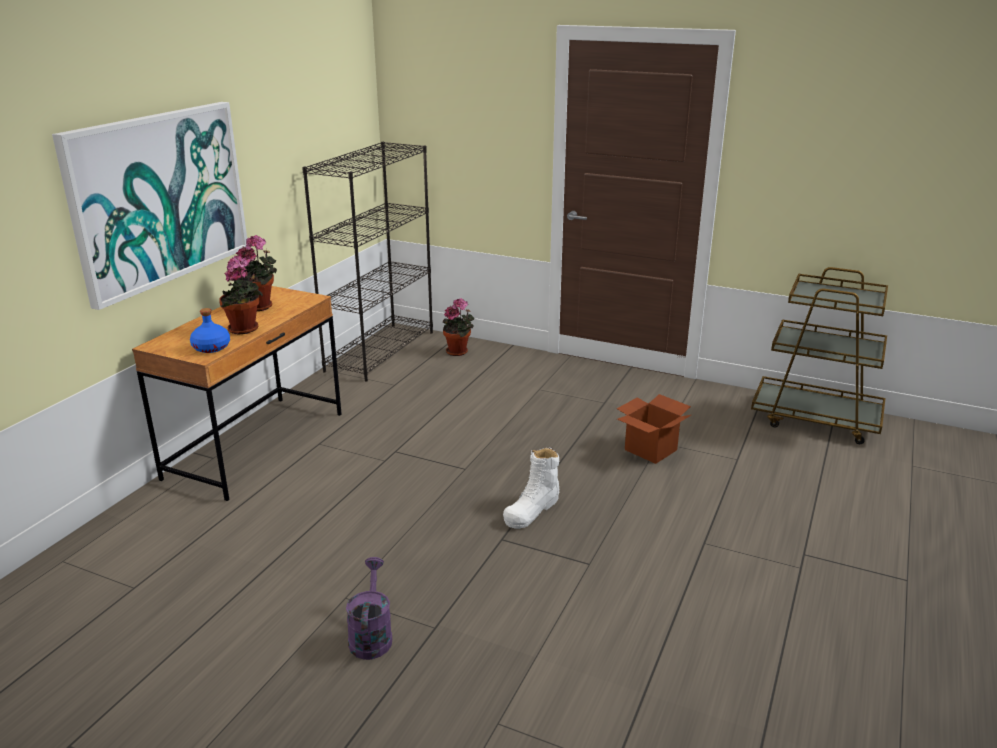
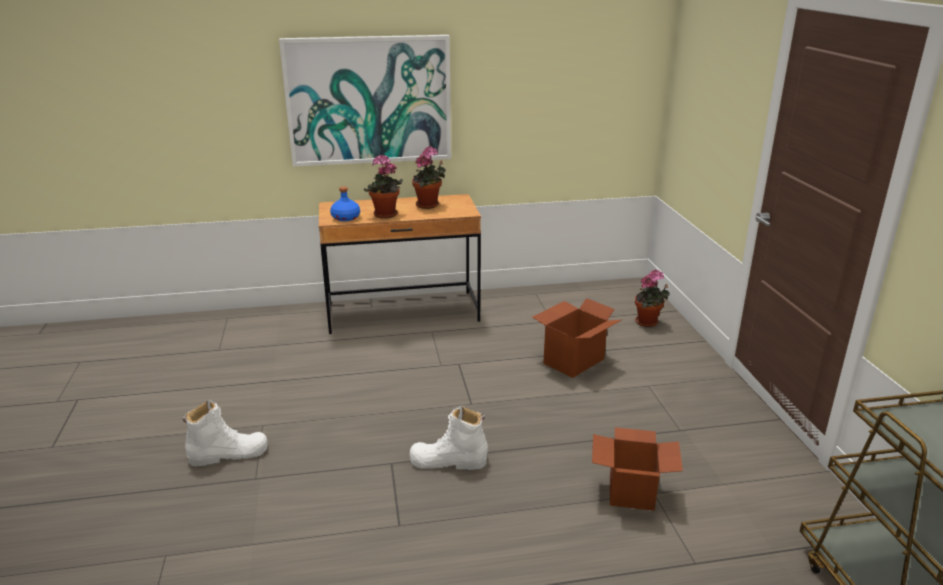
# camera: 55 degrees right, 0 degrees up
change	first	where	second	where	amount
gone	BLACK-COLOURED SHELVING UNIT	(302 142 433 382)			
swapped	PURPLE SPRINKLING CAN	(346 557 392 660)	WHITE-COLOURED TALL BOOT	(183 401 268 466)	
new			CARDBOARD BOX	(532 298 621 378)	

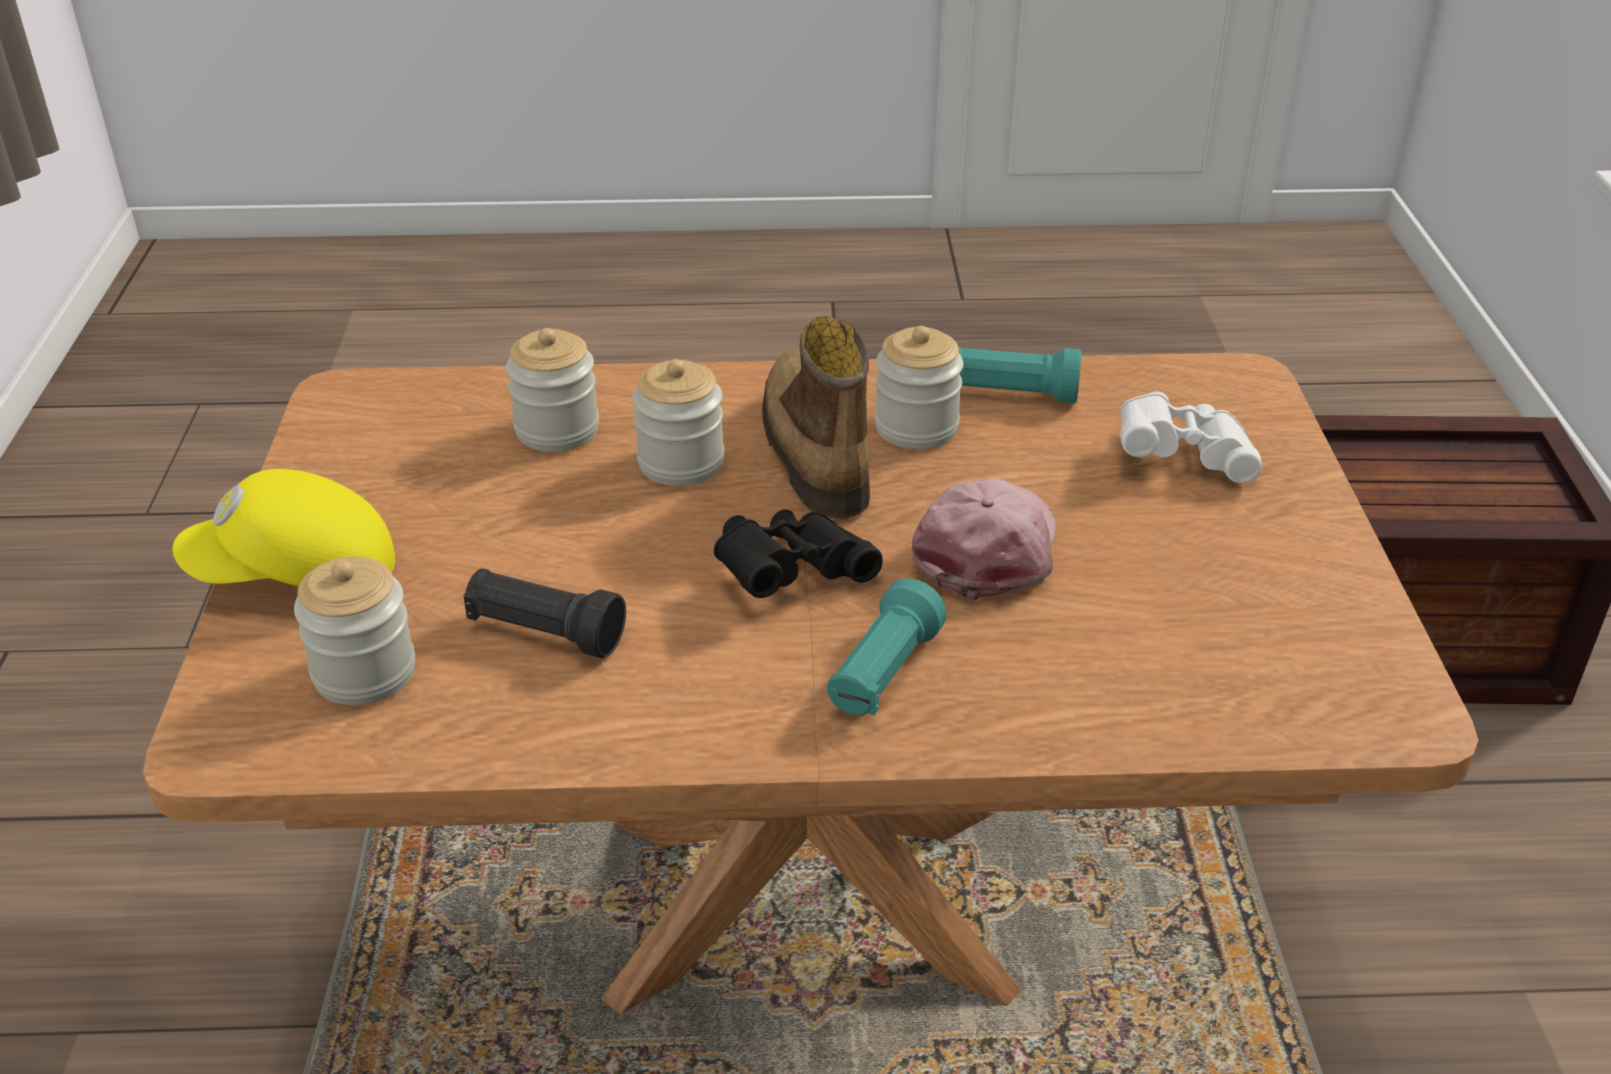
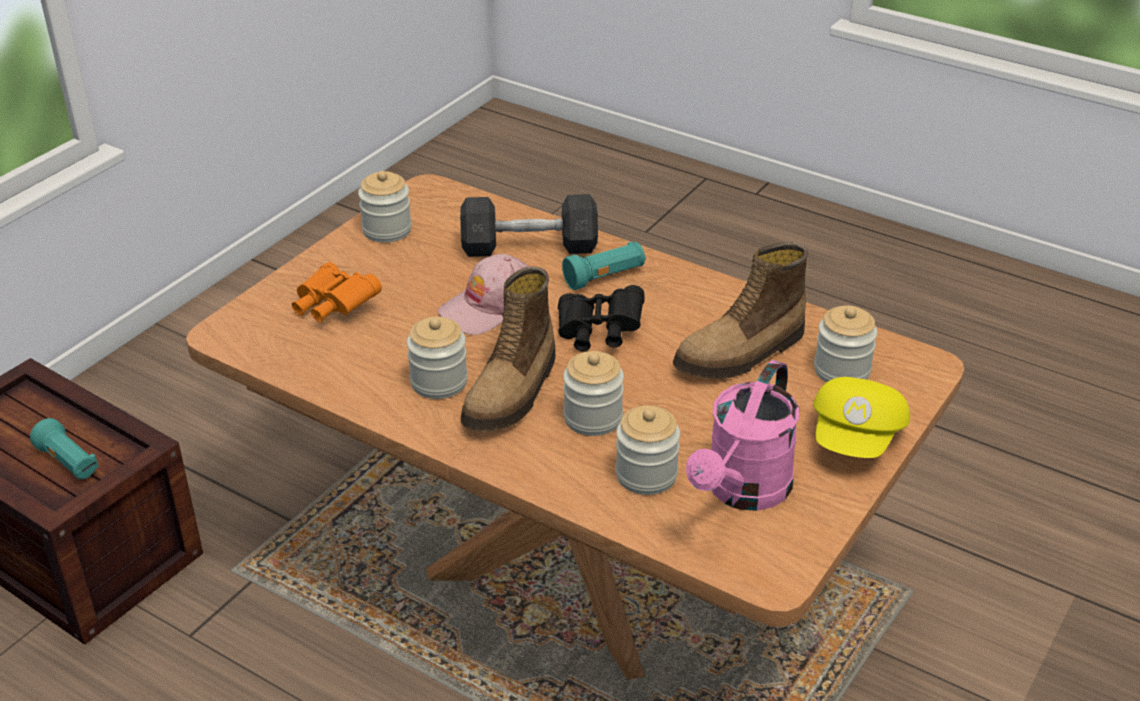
# camera: 145 degrees left, 0 degrees up
change	first	where	second	where	amount
shifted	TURQUOISE-COLOURED FLASHLIGHT	(958 347 1082 403)		(30 418 98 479)	
repainted	WHITE-COLOURED FIELD GLASSES	(1120 391 1262 483)	ORANGE-COLOURED FIELD GLASSES	(292 262 382 322)	
rotated	YELLOWISH PEAKED CAP	(172 469 395 586)		(813 377 910 458)	90 degrees clockwise
swapped	BLACK-COLOURED FLASHLIGHT	(463 568 626 658)	TALL BOOT	(673 242 808 379)	
new			PRESERVE JAR	(358 171 412 243)	
new			GRAY DUMBBELL	(460 194 598 257)	
new			PINK-COLOURED SPRINKLING CAN	(686 360 799 511)	

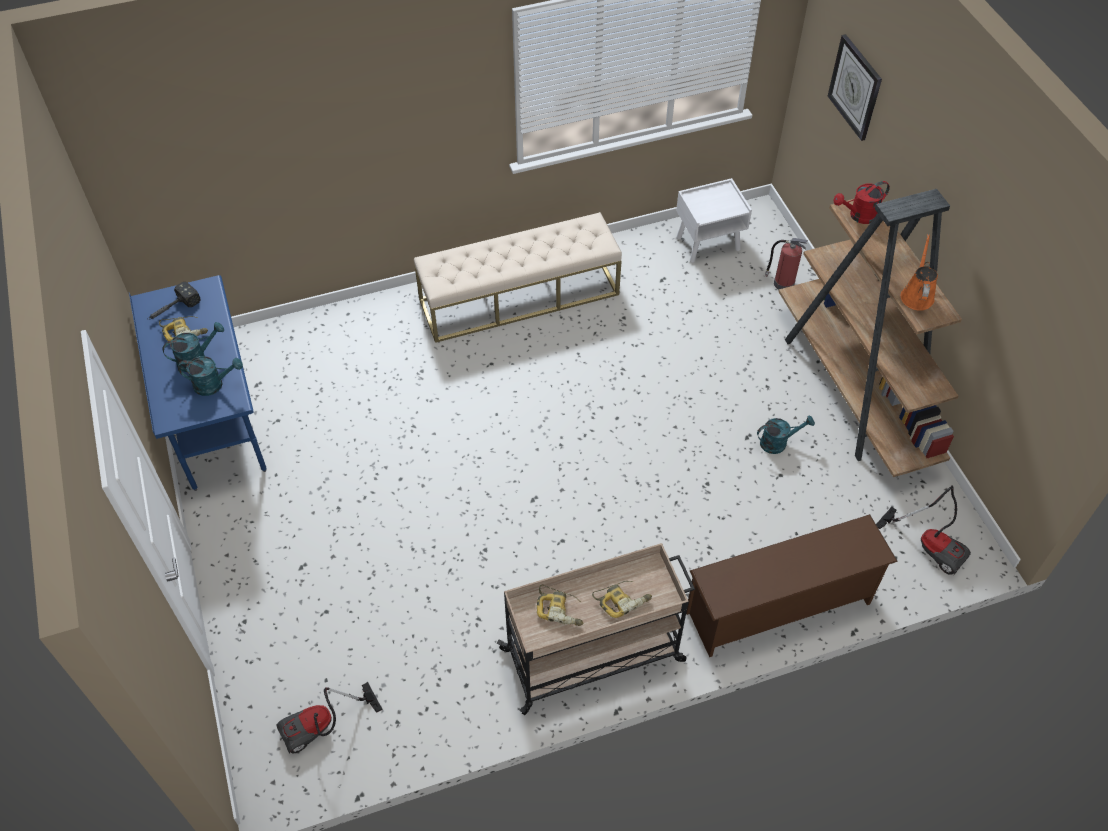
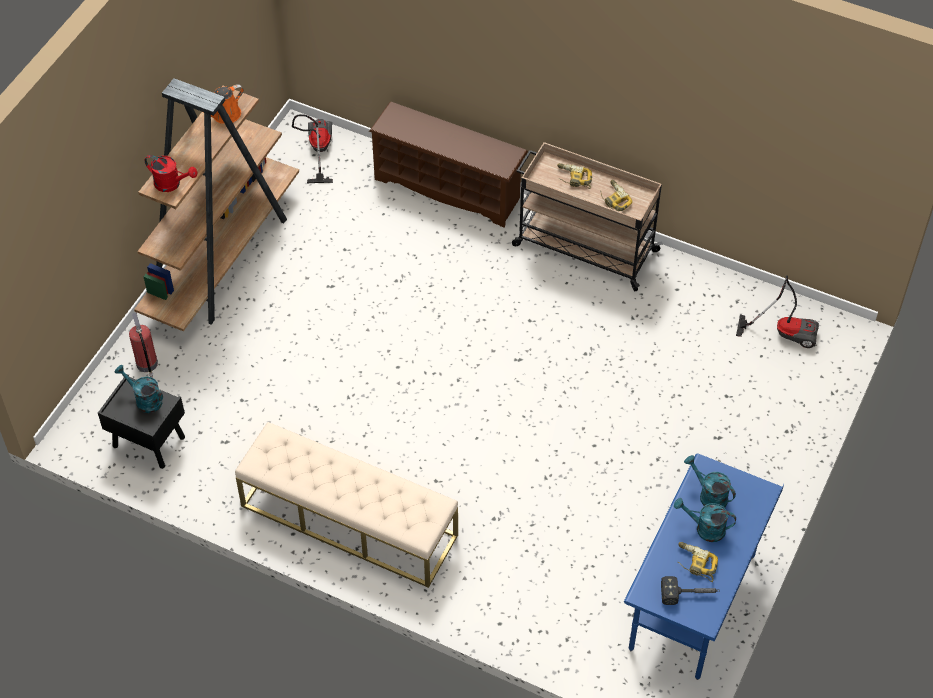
# camera: 135 degrees left, 0 degrees up
change	first	where	second	where	amount
gone	HANGING CLOCK	(828 34 882 141)			
repainted	WHITE-COLOURED NIGHT TABLE	(676 178 752 263)	BLACK-COLOURED NIGHT TABLE	(98 374 185 469)	
shifted	TURQUOISE-COLOURED SPRINKLING CAN	(757 416 815 454)		(115 365 163 413)	

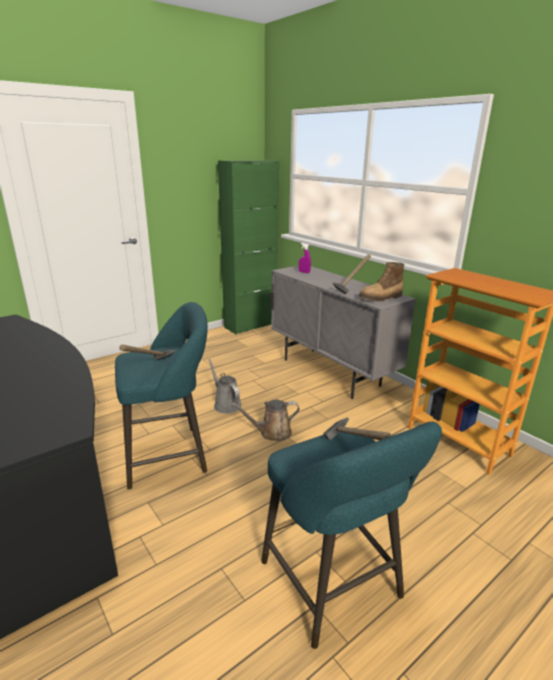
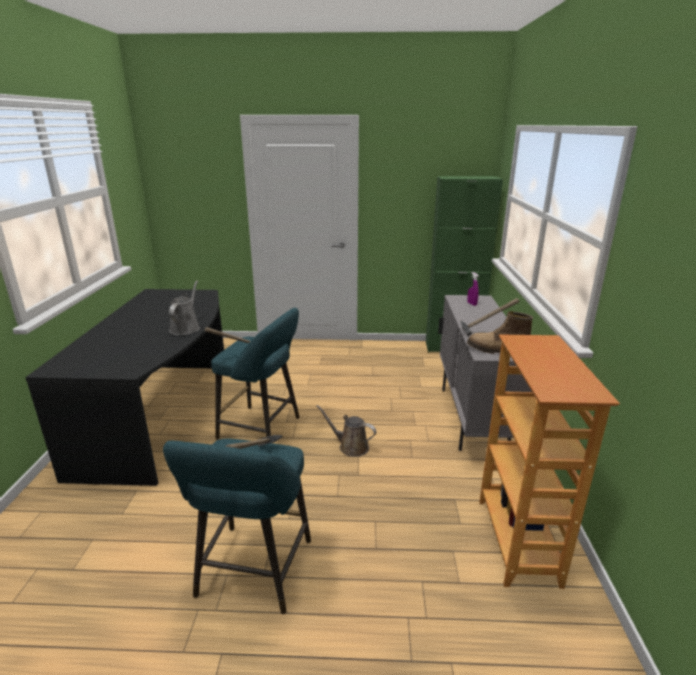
# camera: 40 degrees right, 0 degrees up
change	first	where	second	where	amount
shifted	GRAY SPRINKLING CAN	(208 359 242 414)		(169 281 200 335)	

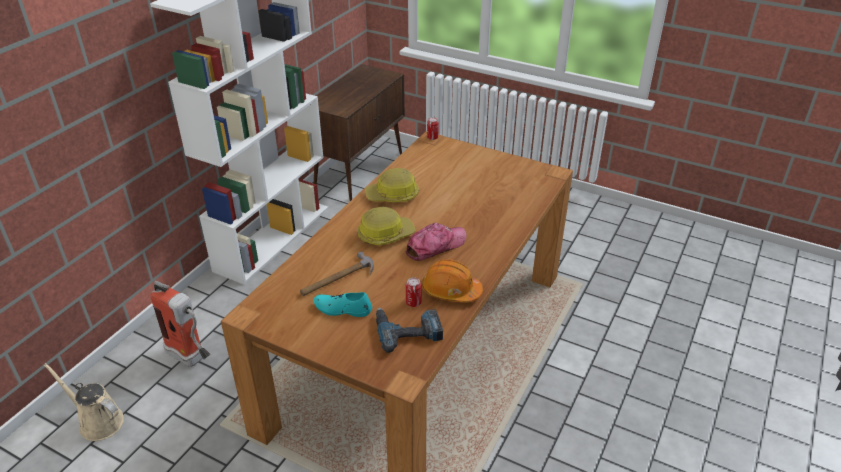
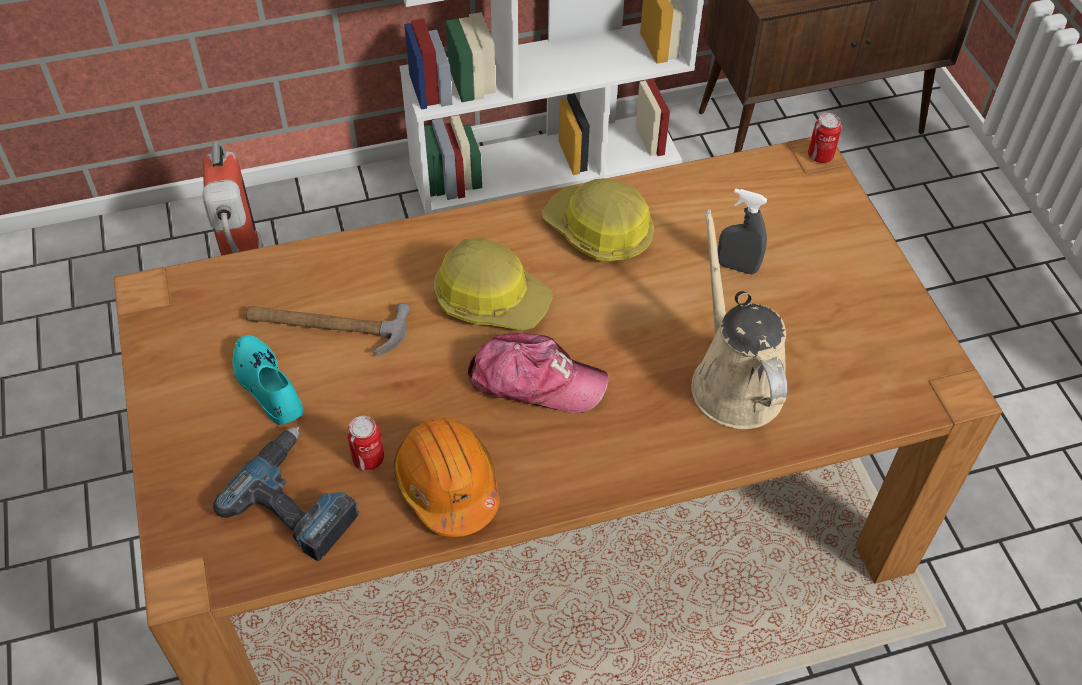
# camera: 45 degrees right, 15 degrees up
change	first	where	second	where	amount
shifted	BEIGE-COLOURED SPRINKLING CAN	(44 363 124 441)		(692 209 787 429)	
new			GRAY SPRAY BOTTLE	(718 188 768 275)	

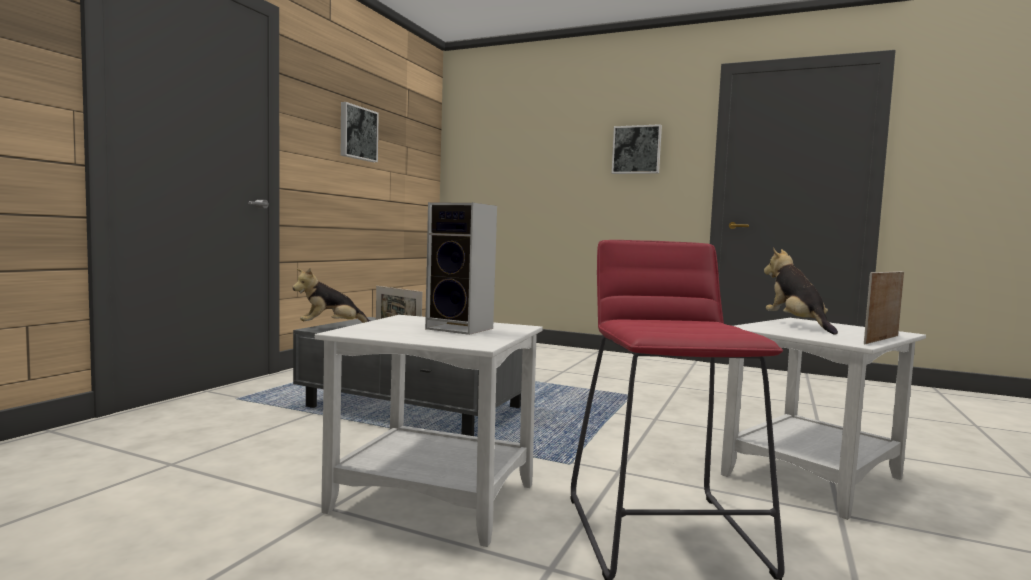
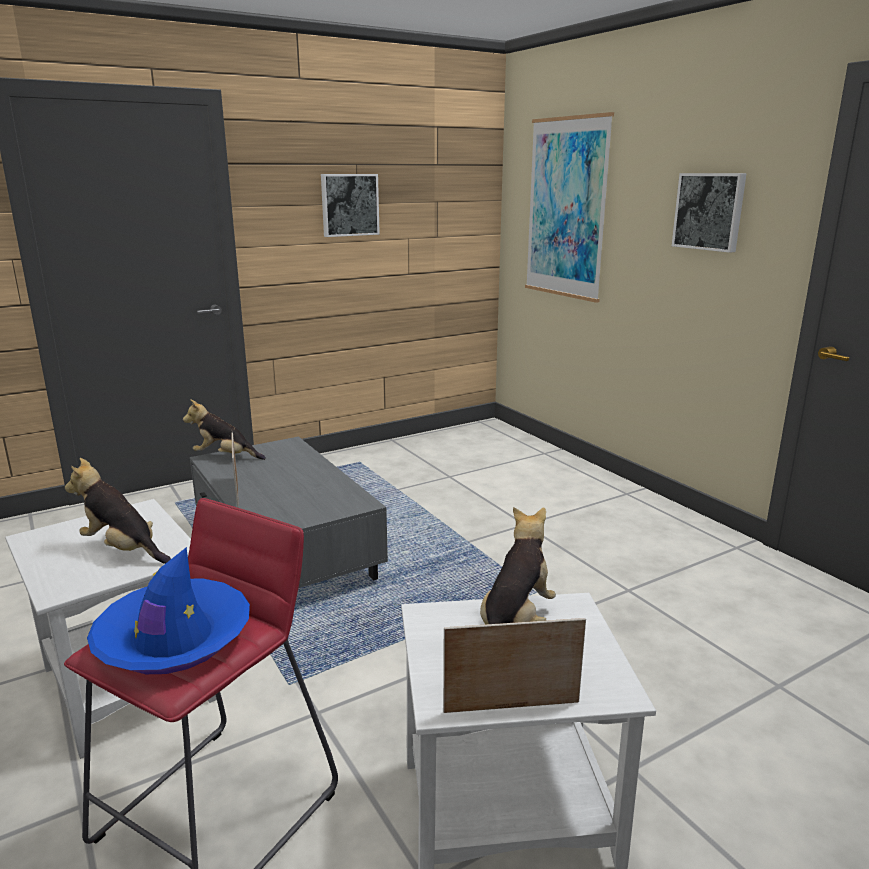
# camera: 35 degrees right, 15 degrees up
change	first	where	second	where	amount
swapped	LOUDSPEAKER	(425 202 497 335)	PLUSH TOY	(65 458 171 564)	
new			WALL ART	(525 112 614 303)	
new			BLUISH WEARABLE HAT	(87 547 250 674)	

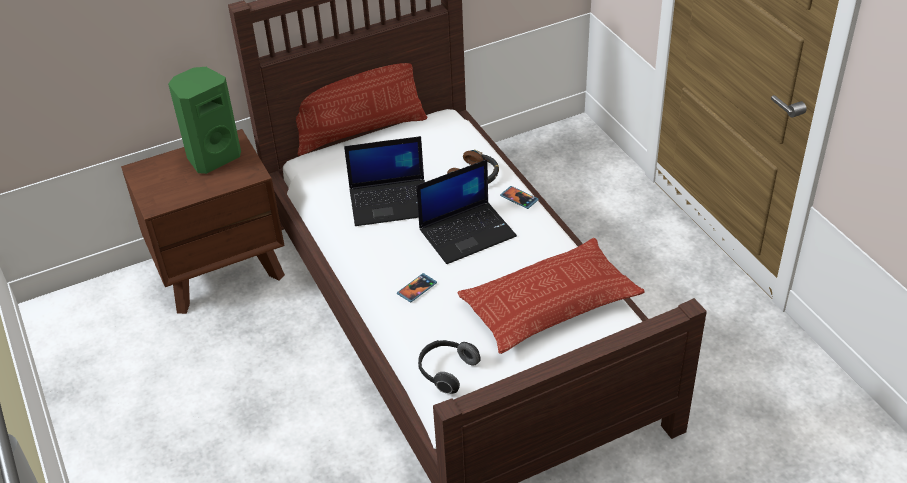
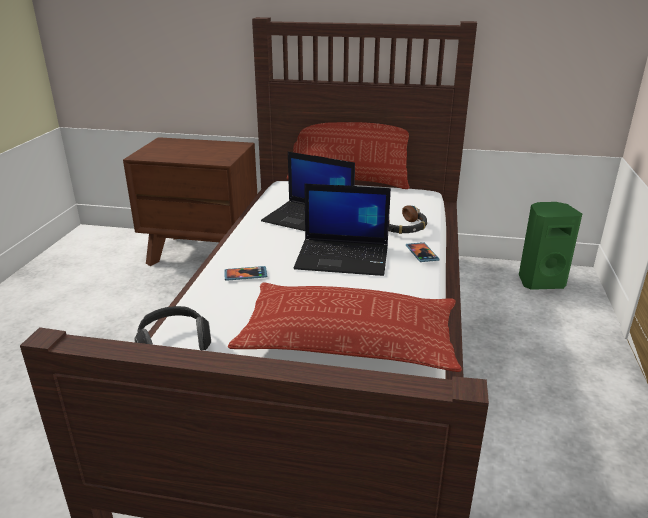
# camera: 35 degrees right, 15 degrees down
change	first	where	second	where	amount
shifted	GREEN-COLOURED LOUDSPEAKER	(168 67 241 174)		(519 202 582 290)	

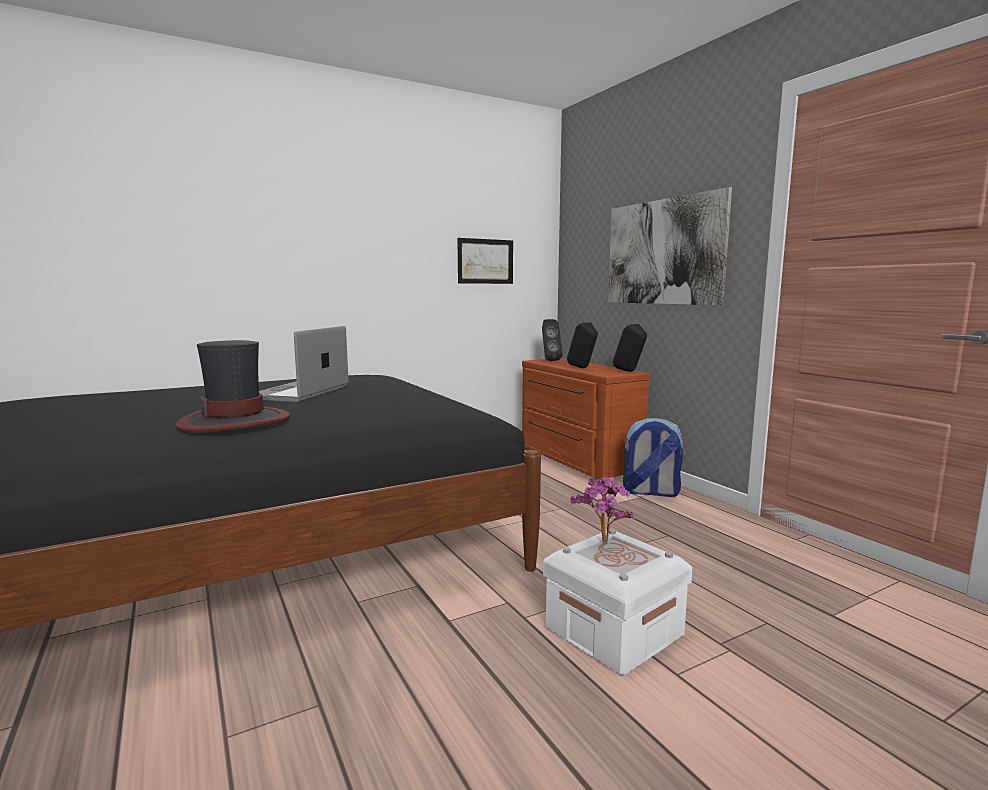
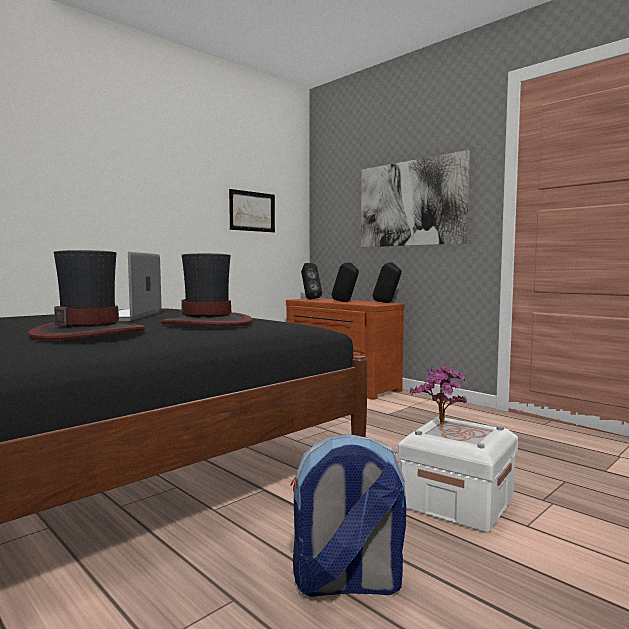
# camera: 15 degrees left, 5 degrees down
change	first	where	second	where	amount
shifted	BACKPACK	(623 418 683 497)		(291 434 406 597)	
new			WEARABLE HAT	(161 253 253 326)	

